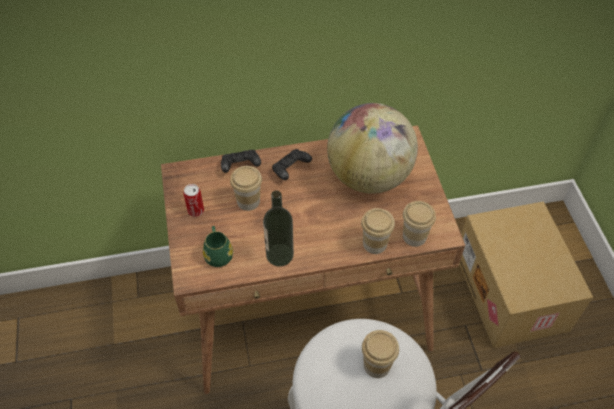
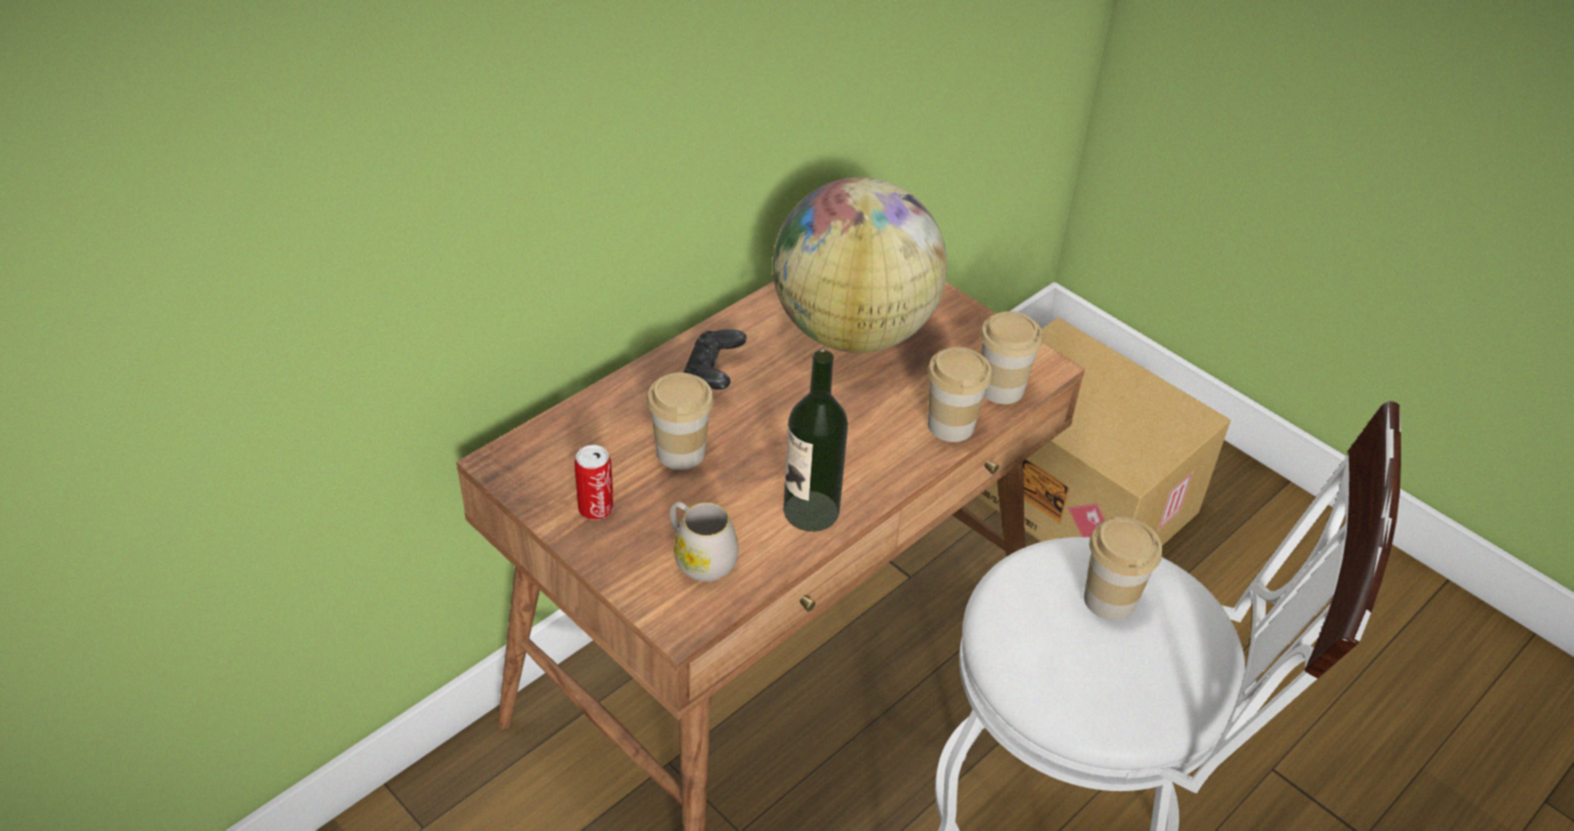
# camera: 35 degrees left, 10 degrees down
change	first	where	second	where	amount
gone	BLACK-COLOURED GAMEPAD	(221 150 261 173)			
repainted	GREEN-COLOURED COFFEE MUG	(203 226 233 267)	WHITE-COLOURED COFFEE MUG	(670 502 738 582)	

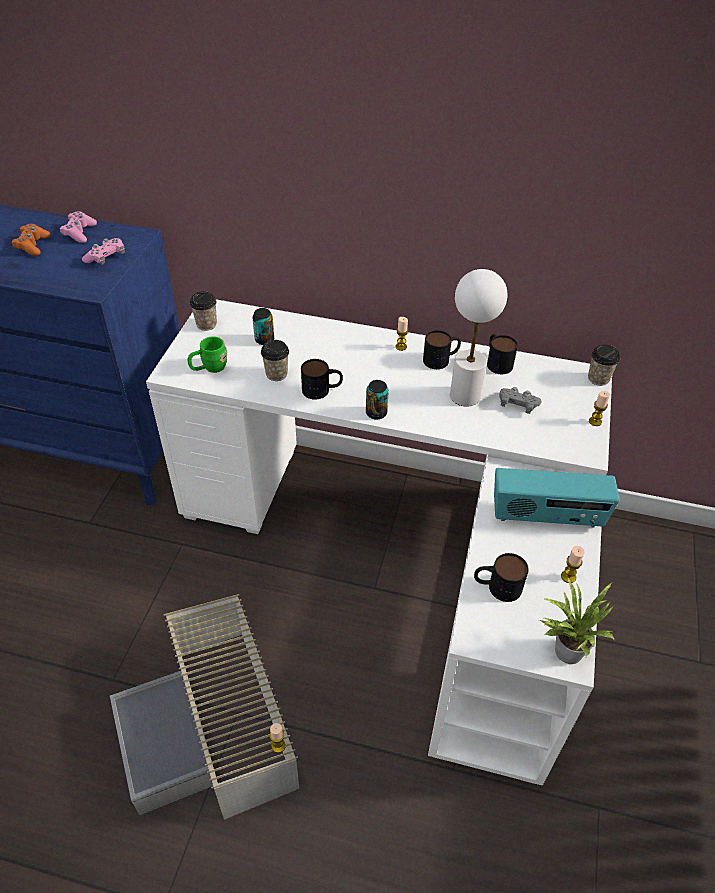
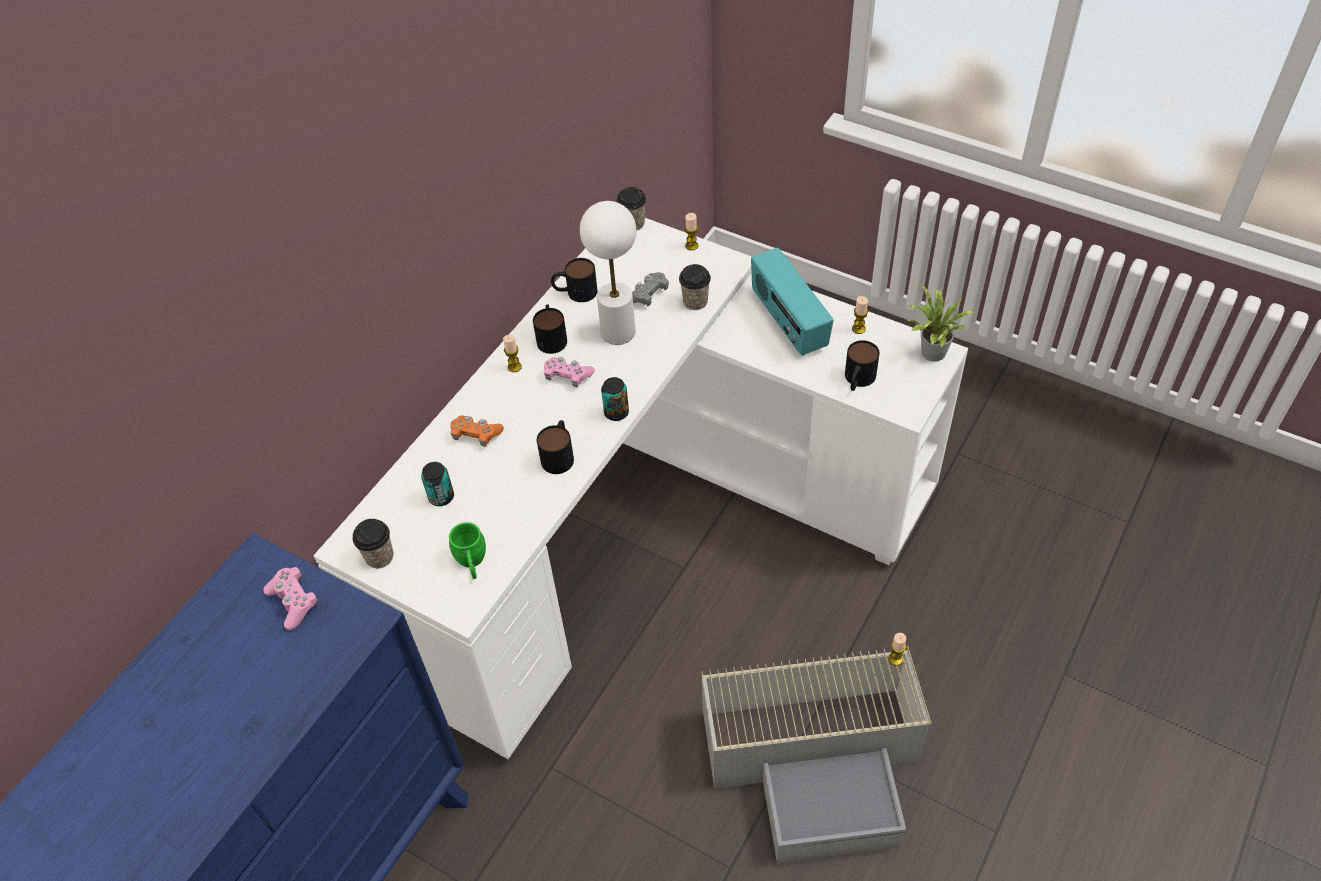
# camera: 70 degrees left, 5 degrees up
change	first	where	second	where	amount
shifted	PINK-COLOURED GAMEPAD	(60 211 97 243)		(544 357 595 387)	
shifted	ORANGE-COLOURED GAMEPAD	(12 224 50 256)		(450 415 504 447)	
shifted	DRINKING CUP	(261 340 289 381)		(679 264 711 310)	
rotated	RADIO RECEIVER	(494 468 620 528)		(751 248 834 356)	135 degrees clockwise

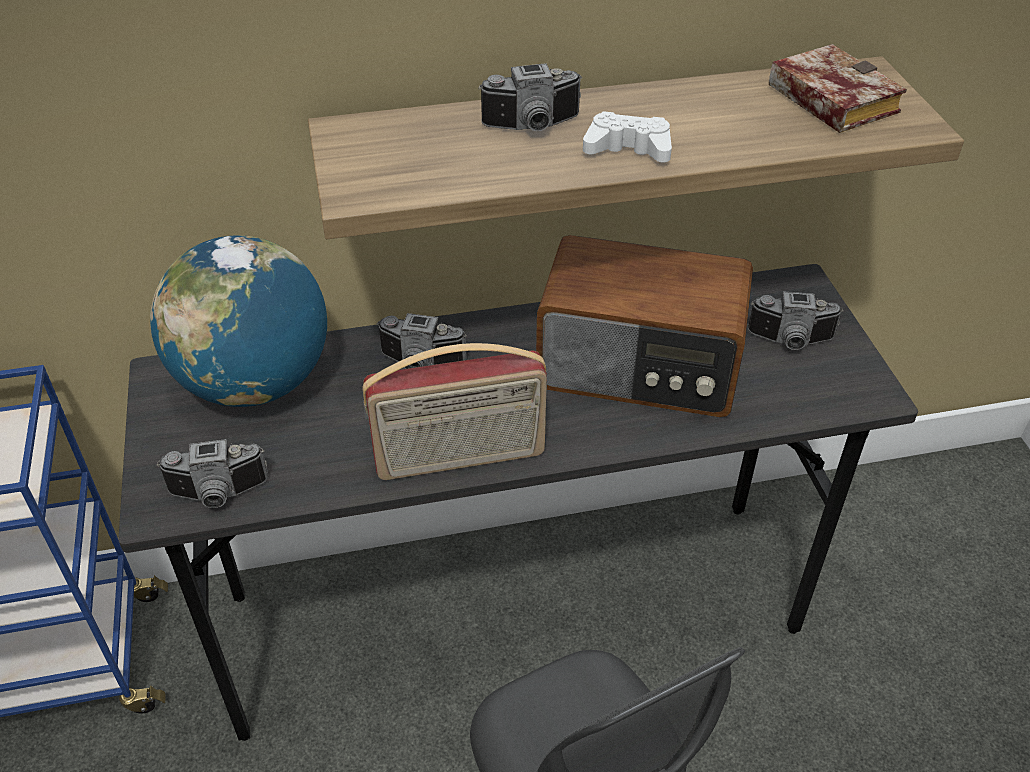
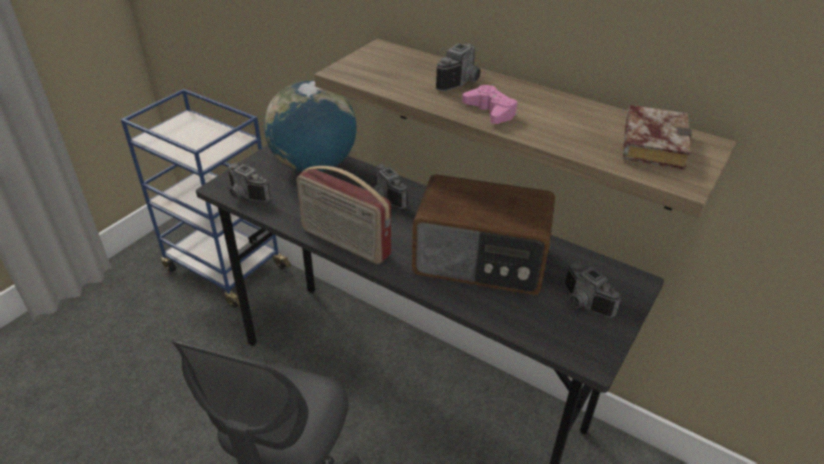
# camera: 45 degrees right, 5 degrees down
change	first	where	second	where	amount
rotated	STILL CAMERA	(478 63 582 131)		(436 43 481 91)	90 degrees counterclockwise
repainted	WHITE-COLOURED GAMEPAD	(583 111 672 163)	PINK-COLOURED GAMEPAD	(462 85 517 124)	
rotated	RADIO RECEIVER	(536 235 753 417)		(412 175 555 295)	45 degrees counterclockwise

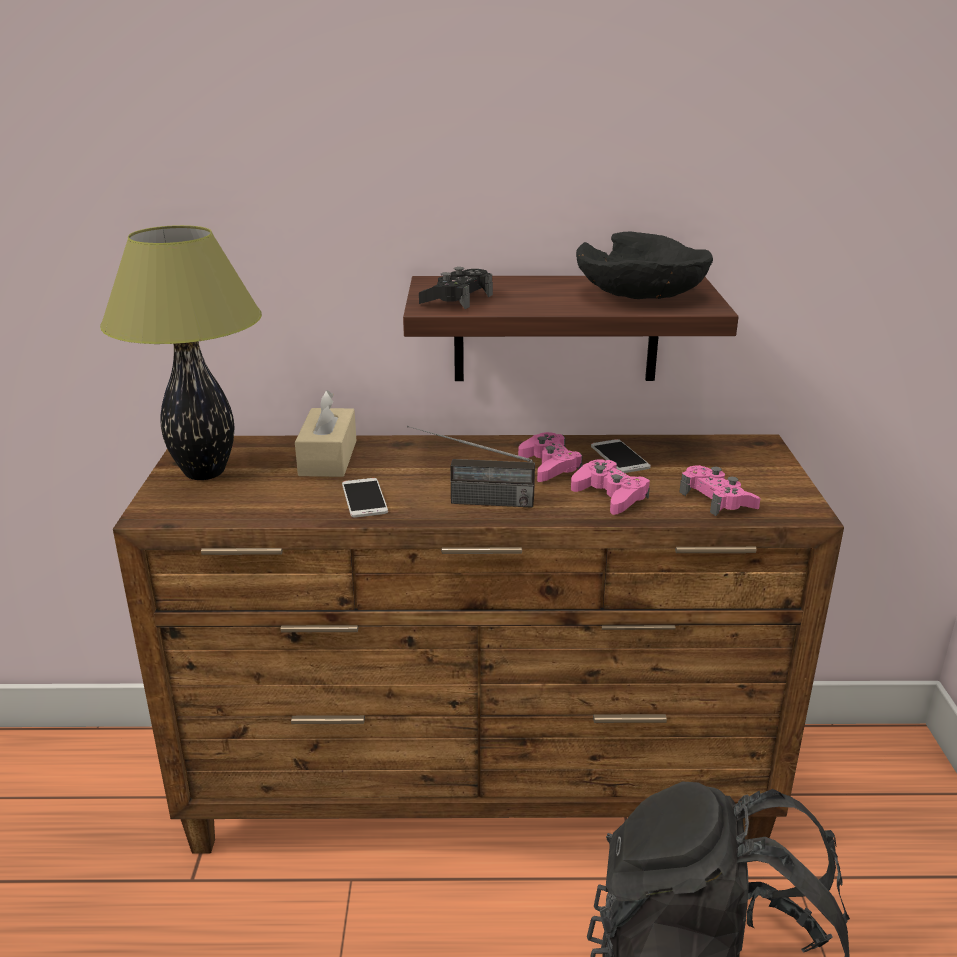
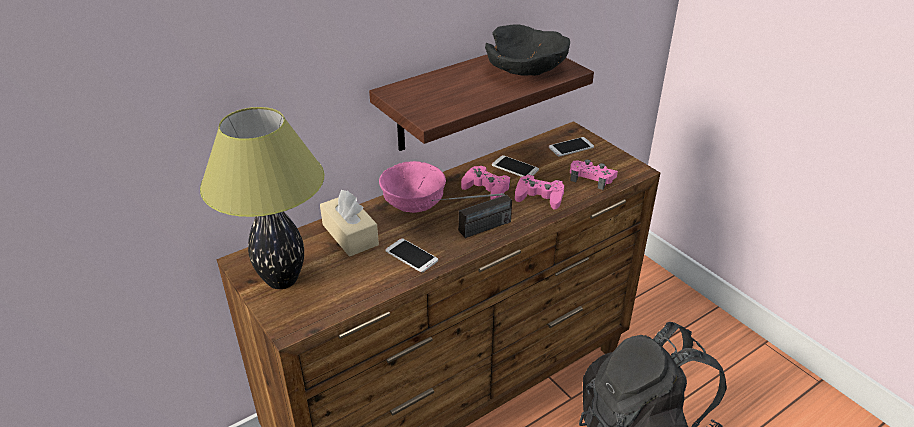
# camera: 35 degrees left, 10 degrees up
change	first	where	second	where	amount
gone	BLACK-COLOURED GAMEPAD	(419 267 493 309)			
new			TELEPHONE	(549 137 594 157)	
new			PINK-COLOURED DEEP DISH	(379 161 446 213)	

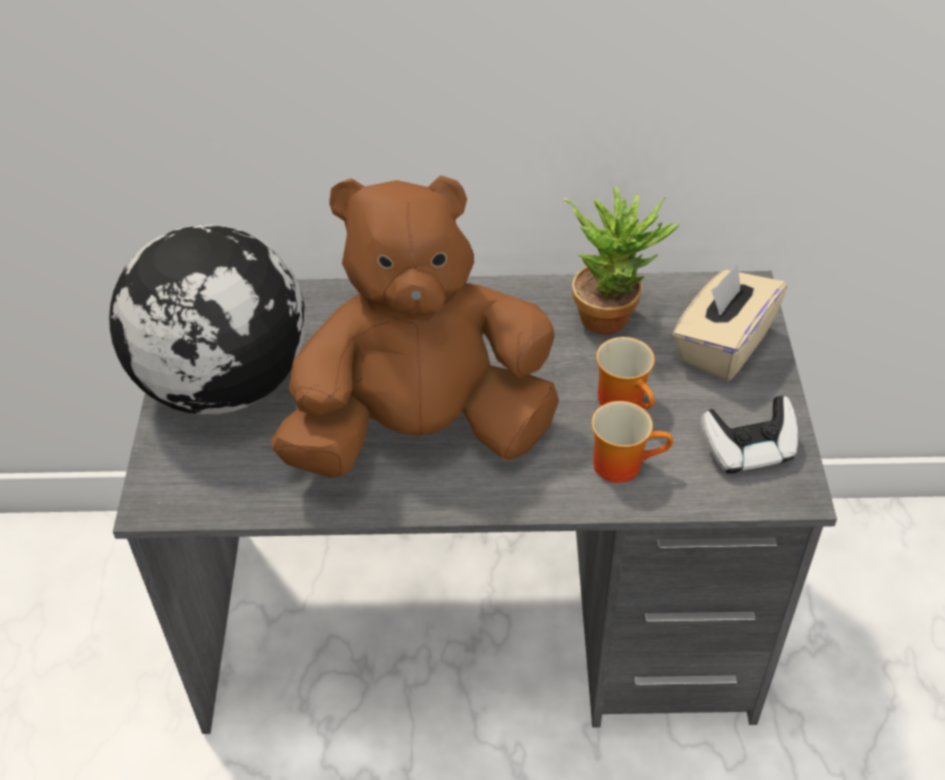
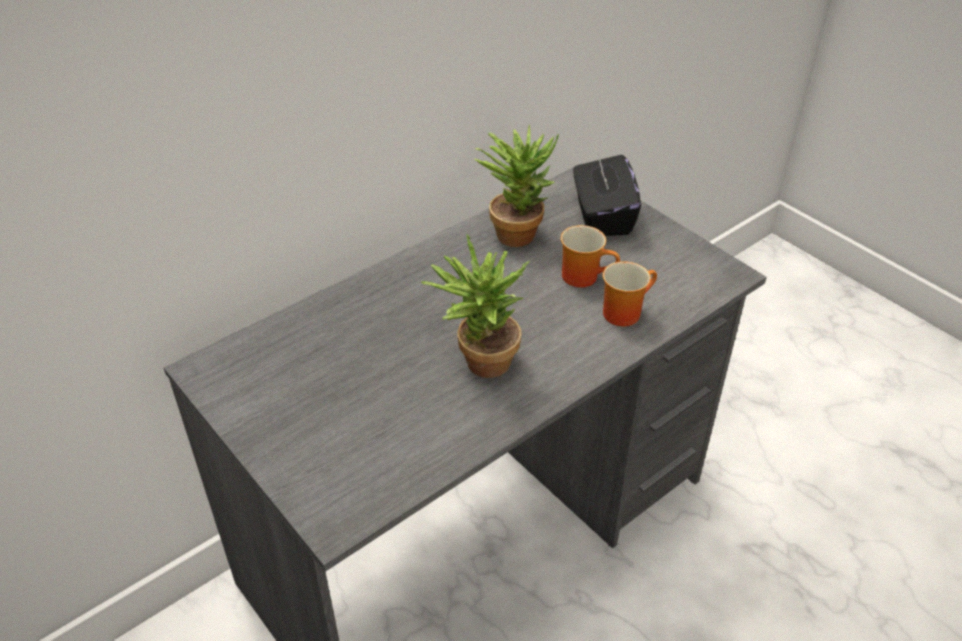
# camera: 40 degrees left, 5 degrees down
change	first	where	second	where	amount
swapped	BROWN PLUSH TOY	(271 175 559 478)	PLANT IN A POT	(421 234 530 378)	
gone	GLOBE	(109 224 306 415)			
repainted	BEIGE-COLOURED TISSUE HOLDER	(673 263 787 381)	BLACK-COLOURED TISSUE HOLDER	(573 150 641 236)	
gone	GAMEPAD	(700 396 799 474)			

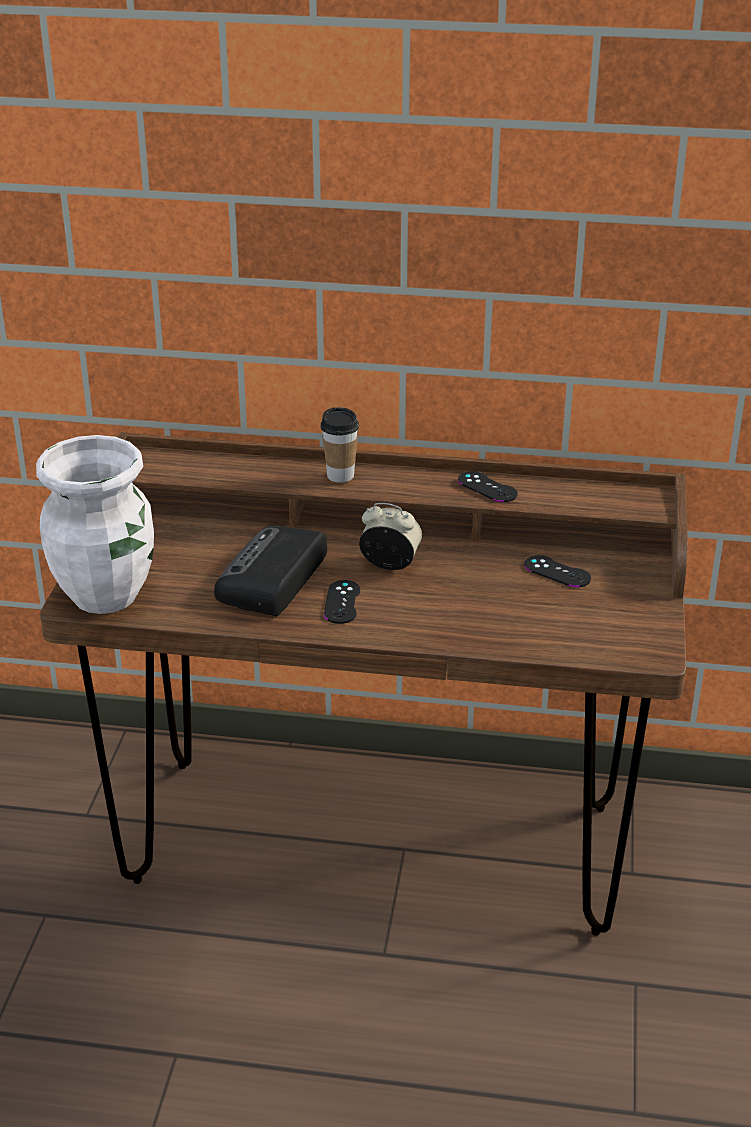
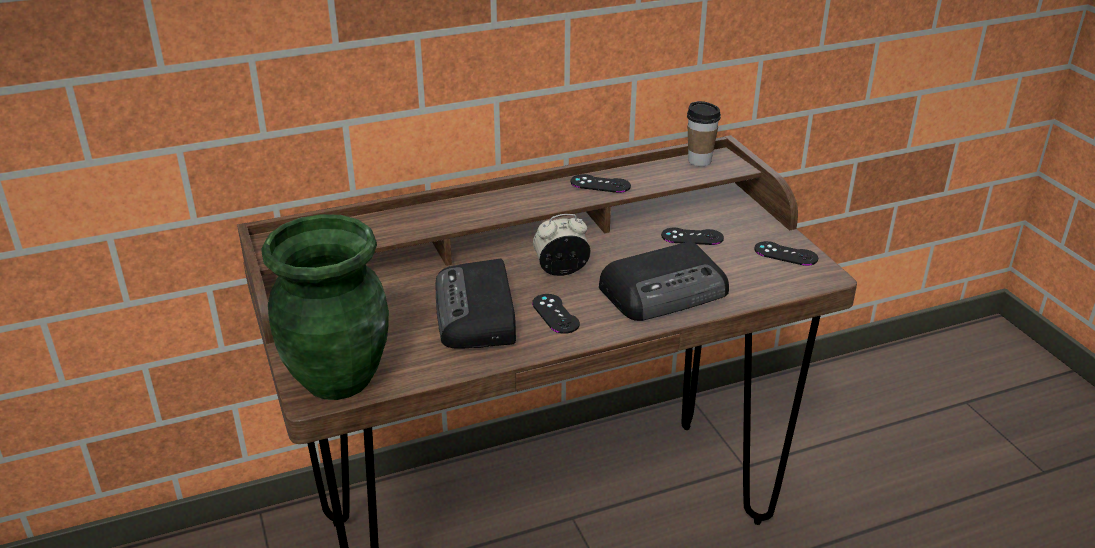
# camera: 30 degrees left, 0 degrees up
change	first	where	second	where	amount
shifted	DRINKING CUP	(321 407 359 483)		(687 101 721 166)	
repainted	WHITE-COLOURED DECORATIVE VASE	(36 435 154 614)	GREEN-COLOURED DECORATIVE VASE	(261 214 389 400)	
new			BLACK-COLOURED GAMEPAD	(754 241 818 266)	
new			RADIO RECEIVER	(599 242 729 321)	

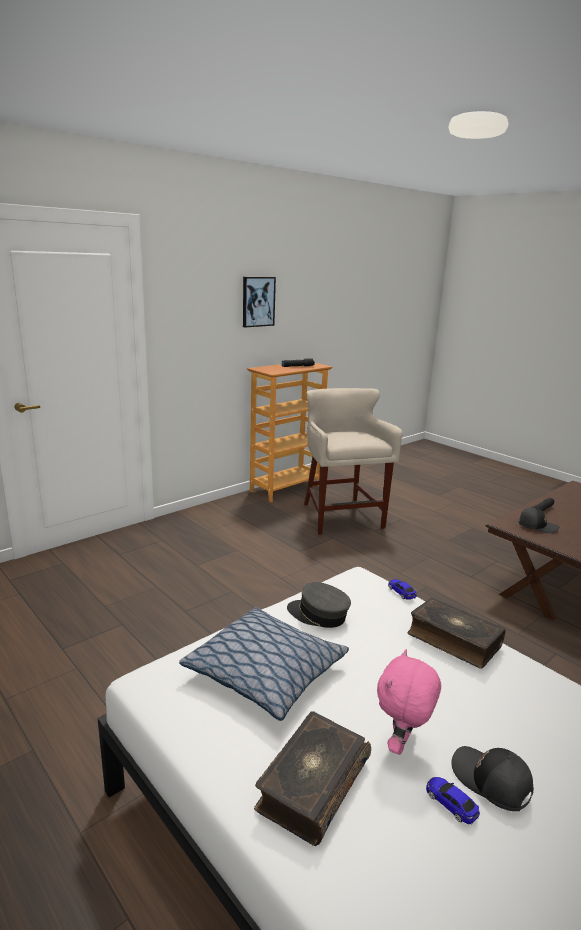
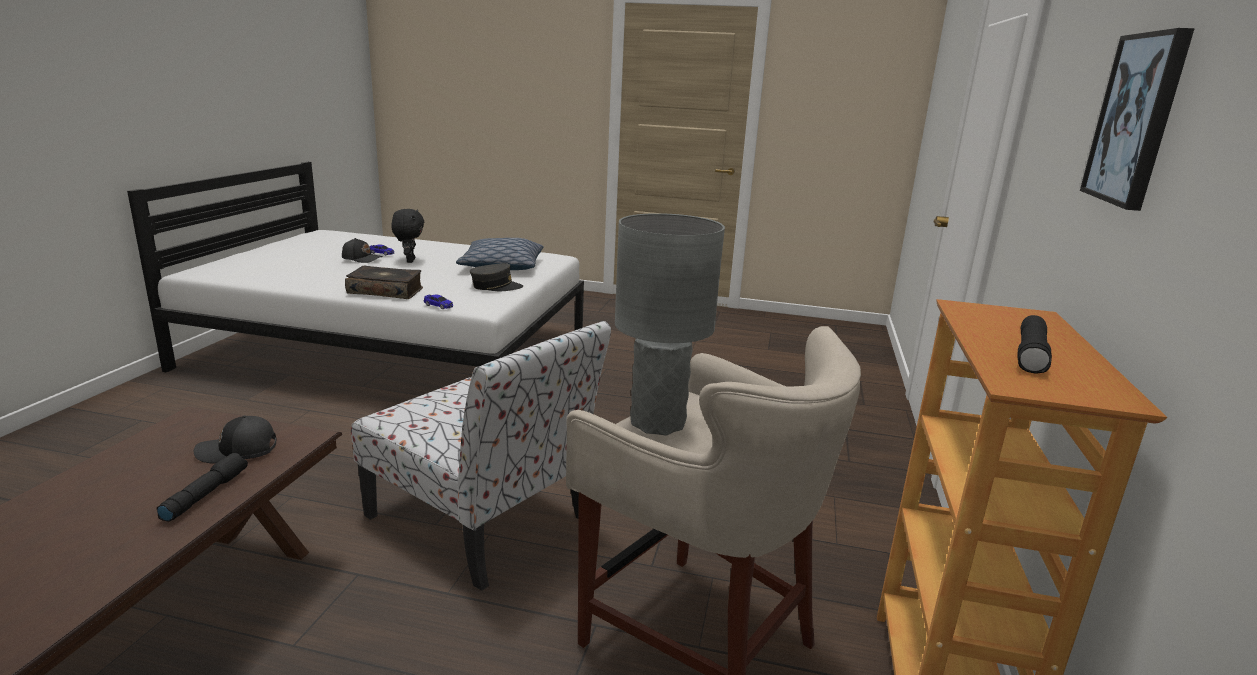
# camera: 145 degrees right, 0 degrees up
change	first	where	second	where	amount
repainted	PINK-COLOURED PLUSH TOY	(377 649 441 755)	BLACK-COLOURED PLUSH TOY	(391 209 424 263)	
gone	VOLUME	(254 711 371 846)			
new			GRAY LAMP FOR A TABLE	(615 213 725 436)	
new			PLAIN CHAIR	(351 321 611 591)	

